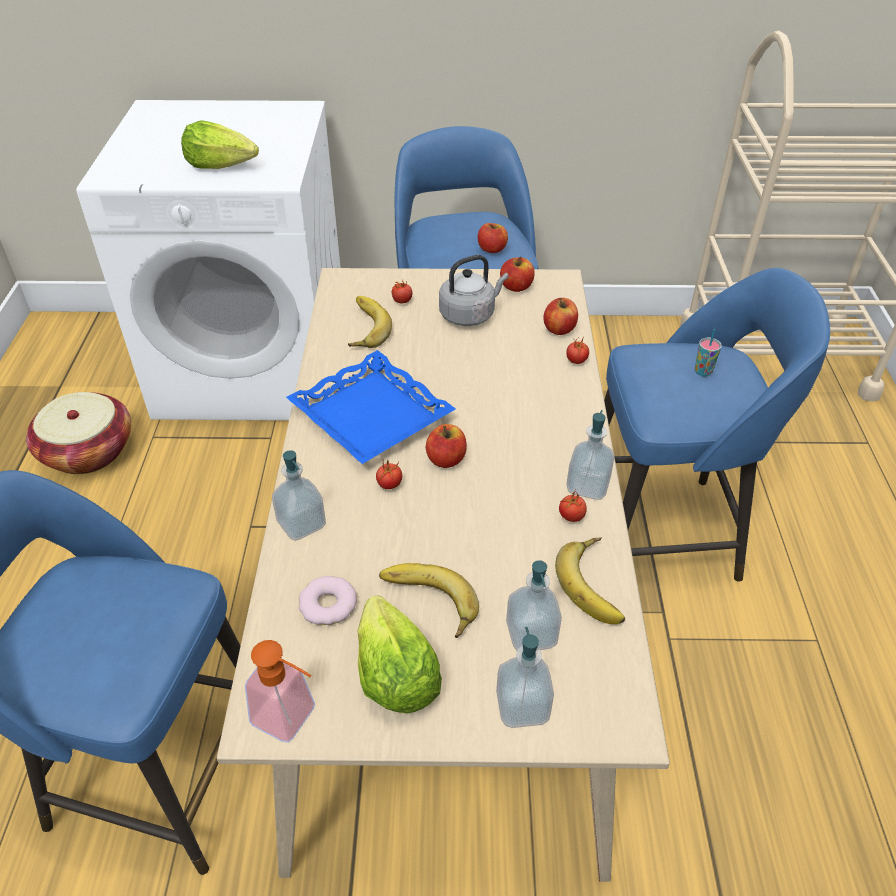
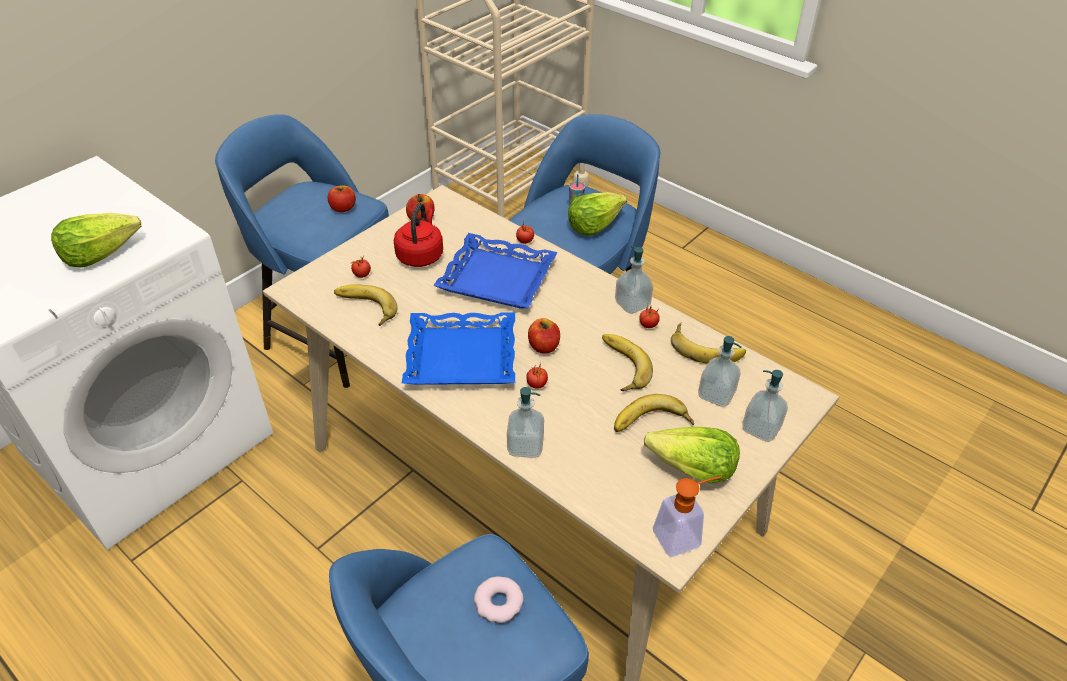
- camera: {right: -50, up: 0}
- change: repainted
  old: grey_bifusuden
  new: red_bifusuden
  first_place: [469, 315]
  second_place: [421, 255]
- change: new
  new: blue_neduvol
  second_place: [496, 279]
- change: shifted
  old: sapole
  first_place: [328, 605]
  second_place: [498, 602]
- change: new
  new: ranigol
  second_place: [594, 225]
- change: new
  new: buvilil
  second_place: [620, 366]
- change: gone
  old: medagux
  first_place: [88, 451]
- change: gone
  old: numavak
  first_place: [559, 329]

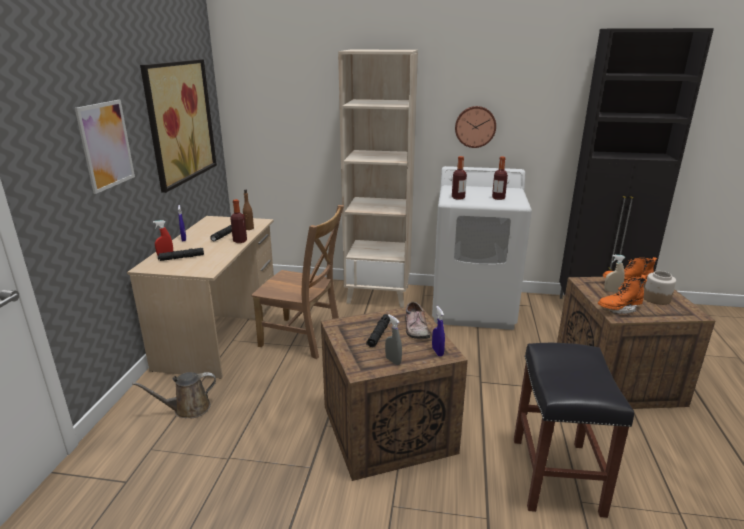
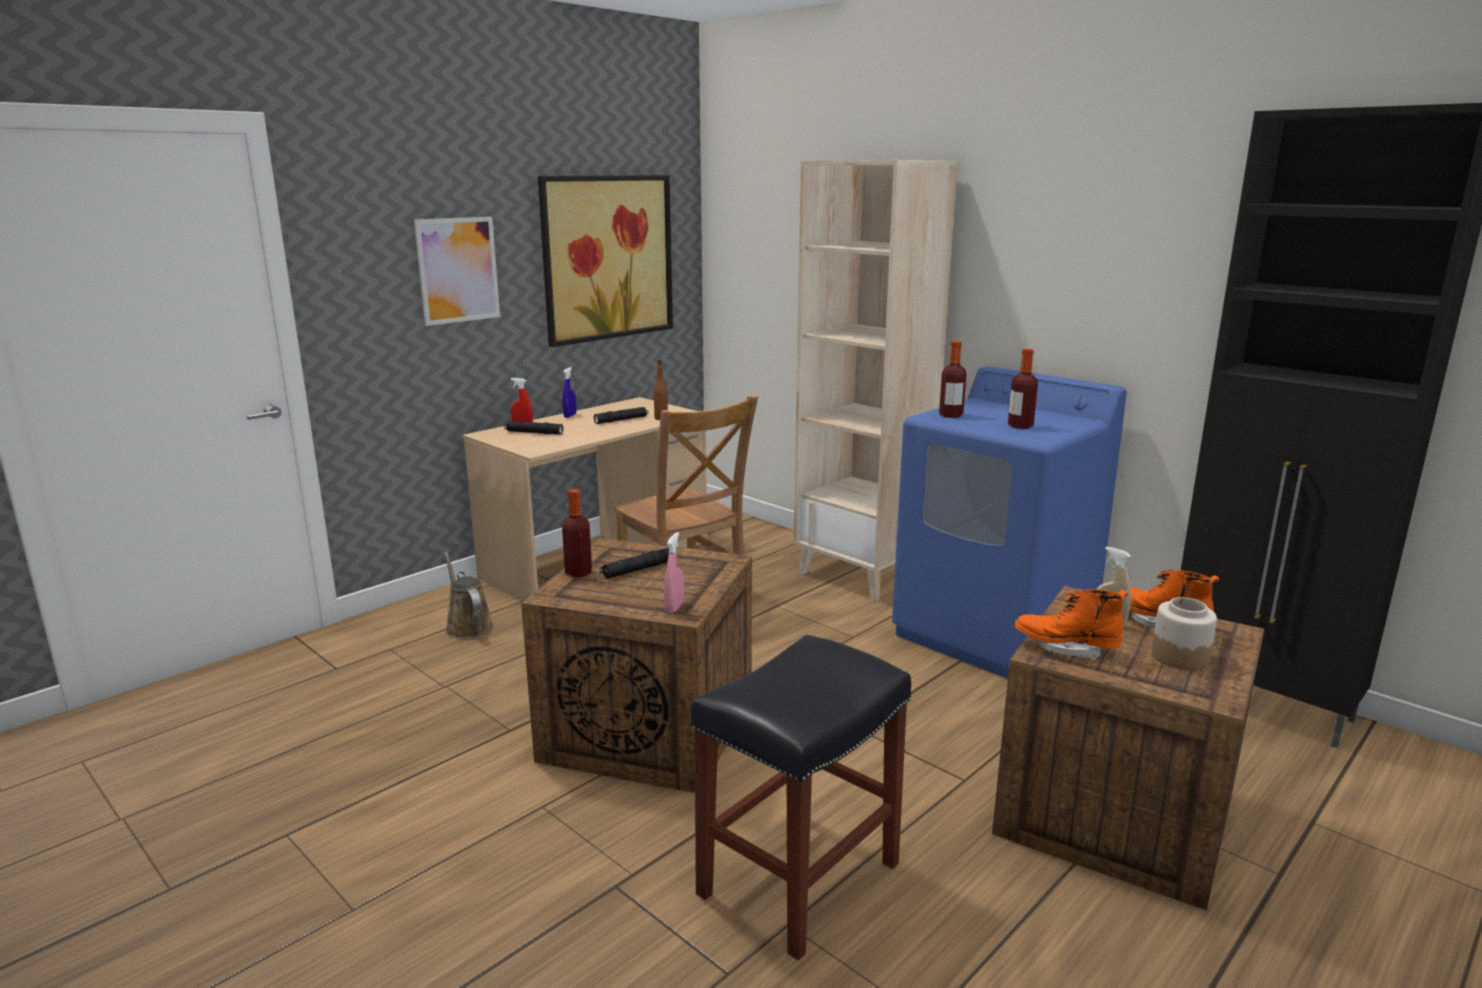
- camera: {right: 35, up: -5}
- change: rotated
  old: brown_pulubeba
  first_place: [188, 409]
  second_place: [467, 626]
  degrees: 45
- change: shifted
  old: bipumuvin
  first_place: [240, 241]
  second_place: [578, 572]
- change: repainted
  old: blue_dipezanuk
  new: pink_dipezanuk
  first_place: [437, 352]
  second_place: [674, 607]
- change: repainted
  old: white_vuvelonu
  new: blue_vuvelonu
  first_place: [473, 307]
  second_place: [994, 633]
- change: gone
  old: grey_dipezanuk
  first_place: [393, 361]
- change: gone
  old: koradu
  first_place: [415, 328]
- change: gone
  old: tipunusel
  first_place: [475, 126]

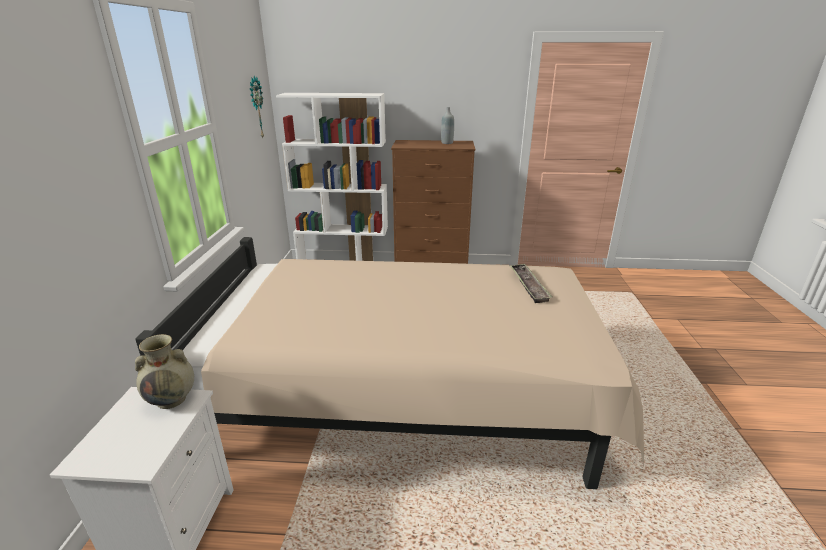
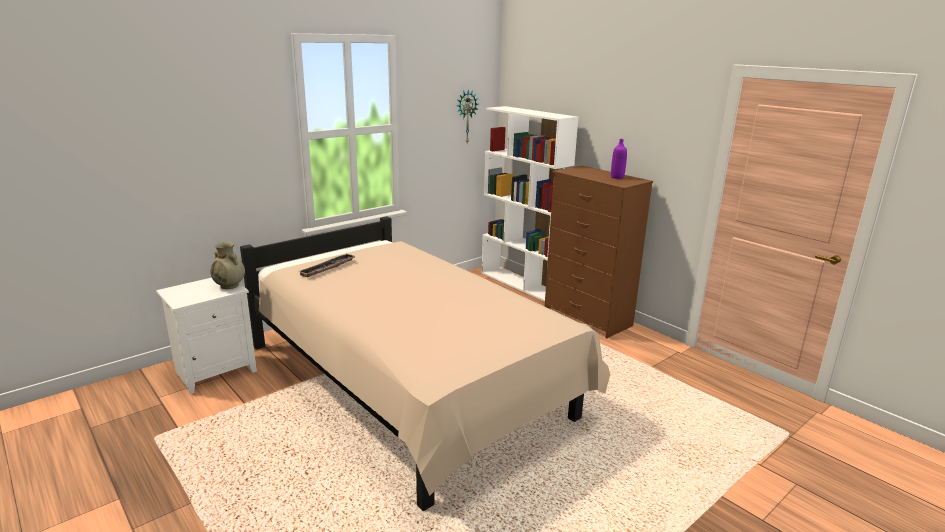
- camera: {right: 45, up: -5}
- change: shifted
  old: neduvol
  first_place: [528, 286]
  second_place: [328, 268]
- change: repainted
  old: grey_bipumuvin
  new: purple_bipumuvin
  first_place: [447, 143]
  second_place: [617, 177]

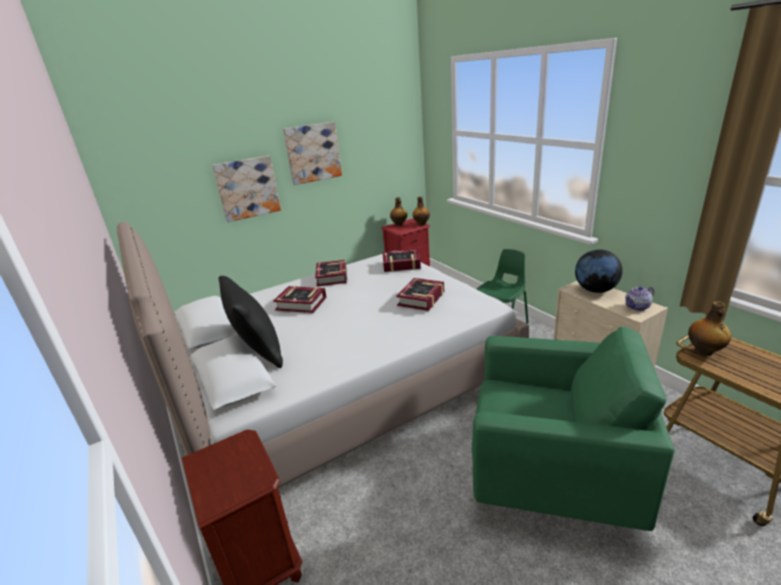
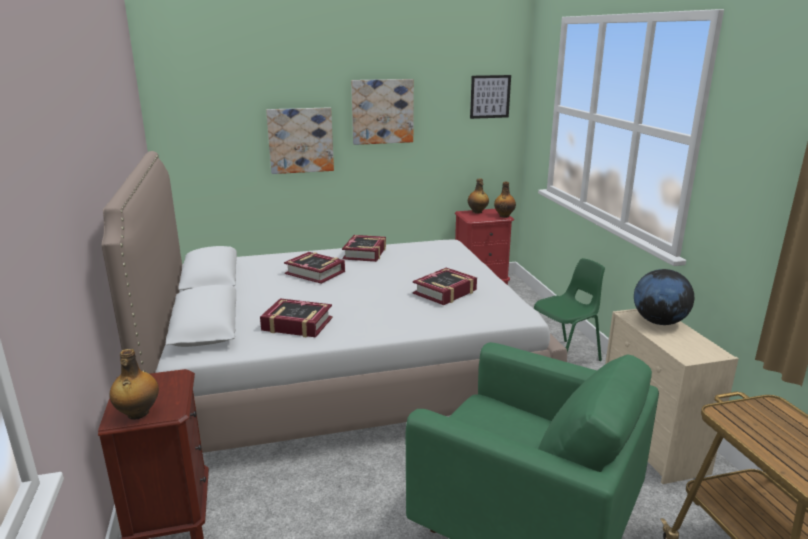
- camera: {right: 15, up: -5}
- change: shifted
  old: bipumuvin
  first_place: [704, 351]
  second_place: [138, 414]
- change: shifted
  old: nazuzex
  first_place: [401, 265]
  second_place: [297, 324]
- change: new
  new: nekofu
  second_place: [490, 96]
- change: gone
  old: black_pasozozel
  first_place: [258, 353]
- change: gone
  old: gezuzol
  first_place: [637, 307]

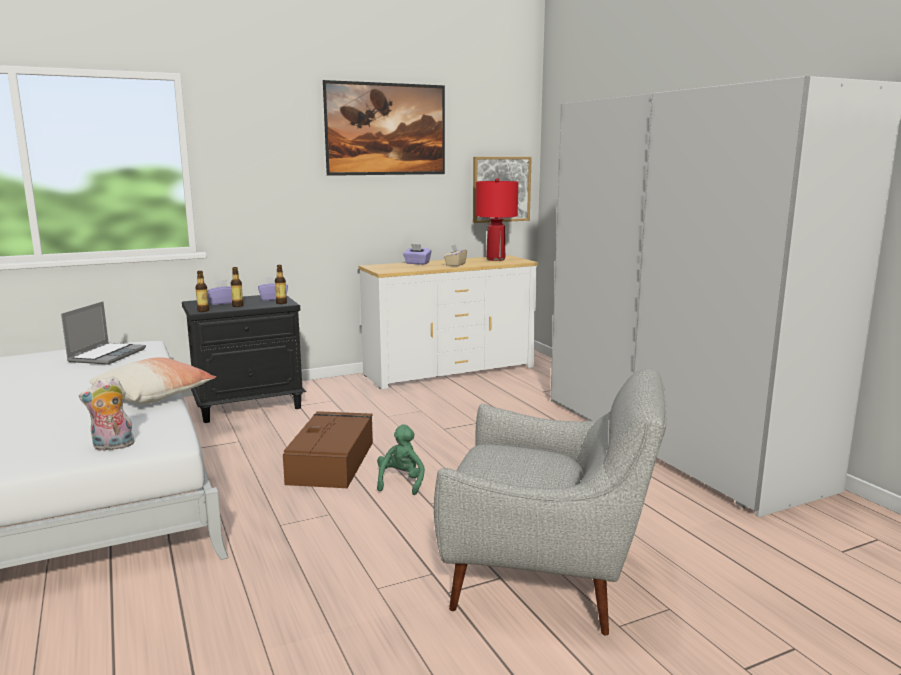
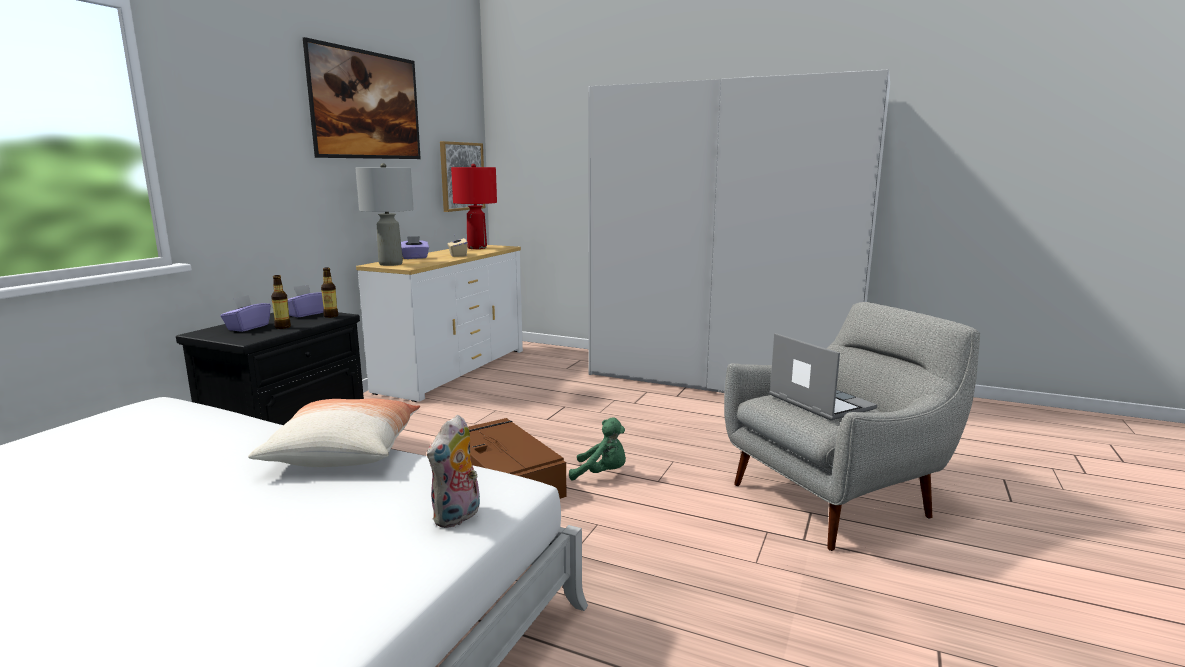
- camera: {right: -40, up: 0}
- change: new
  new: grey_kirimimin
  second_place: [390, 264]
- change: rotated
  old: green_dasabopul
  first_place: [401, 482]
  second_place: [602, 474]
  degrees: 135
- change: shifted
  old: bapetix
  first_place: [107, 355]
  second_place: [818, 402]
- change: gone
  old: bipumuvin
  first_place: [203, 311]

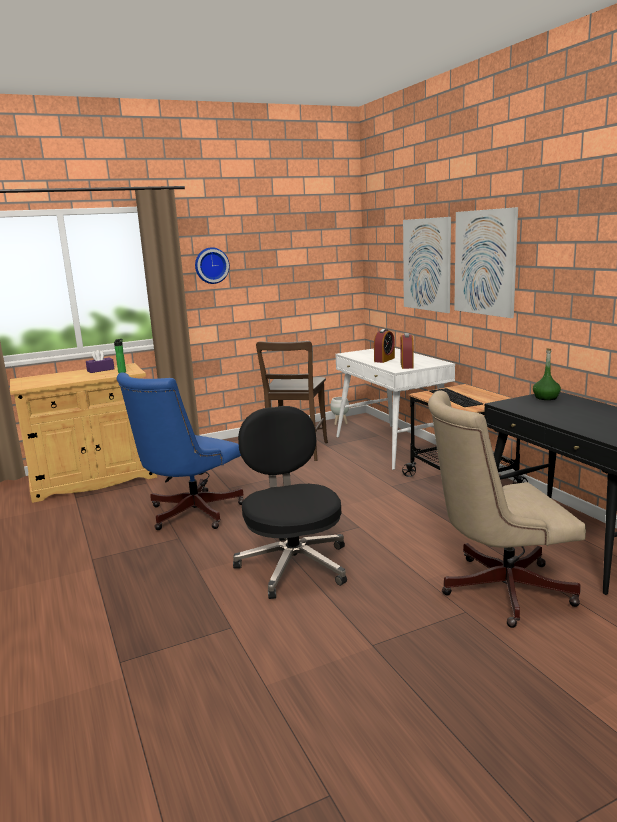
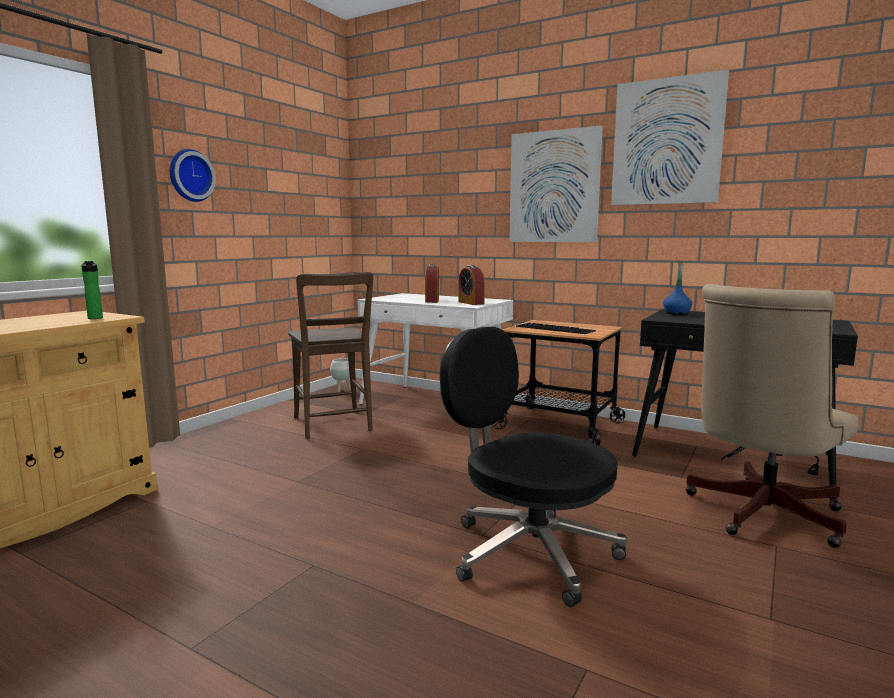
- camera: {right: -35, up: -5}
- change: shifted
  old: nekofu
  first_place: [426, 264]
  second_place: [666, 142]
- change: repainted
  old: green_bipumuvin
  new: blue_bipumuvin
  first_place: [546, 397]
  second_place: [676, 313]
- change: gone
  old: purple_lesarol
  first_place: [100, 370]
- change: gone
  old: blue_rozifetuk
  first_place: [189, 514]

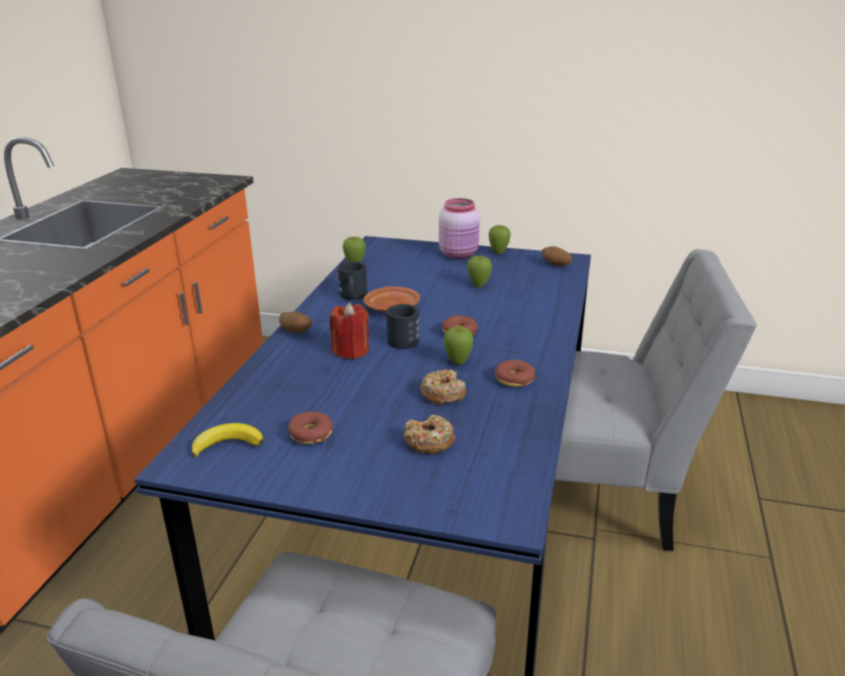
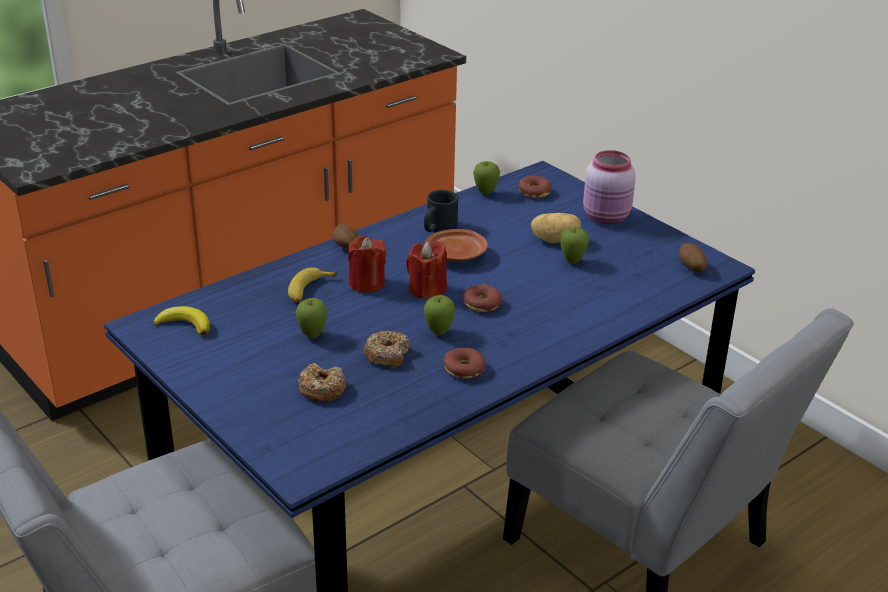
- camera: {right: 35, up: 5}
- change: new
  new: buvilil
  second_place: [309, 291]
- change: shifted
  old: numavak
  first_place: [498, 253]
  second_place: [312, 336]
- change: swapped
  old: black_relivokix
  new: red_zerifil
  first_place: [405, 338]
  second_place: [427, 290]
- change: shifted
  old: sapole
  first_place: [311, 434]
  second_place: [534, 192]
- change: new
  new: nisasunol
  second_place: [555, 240]

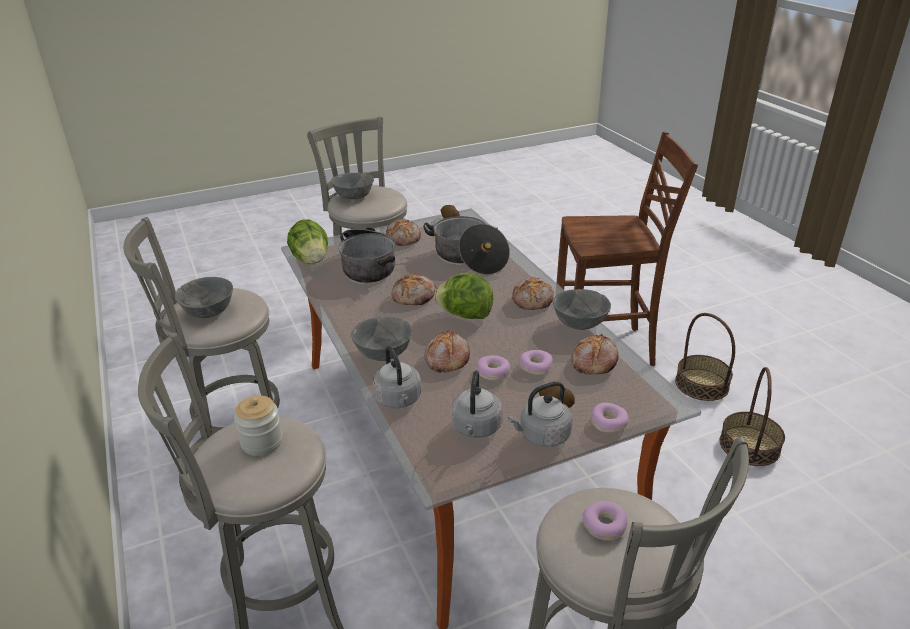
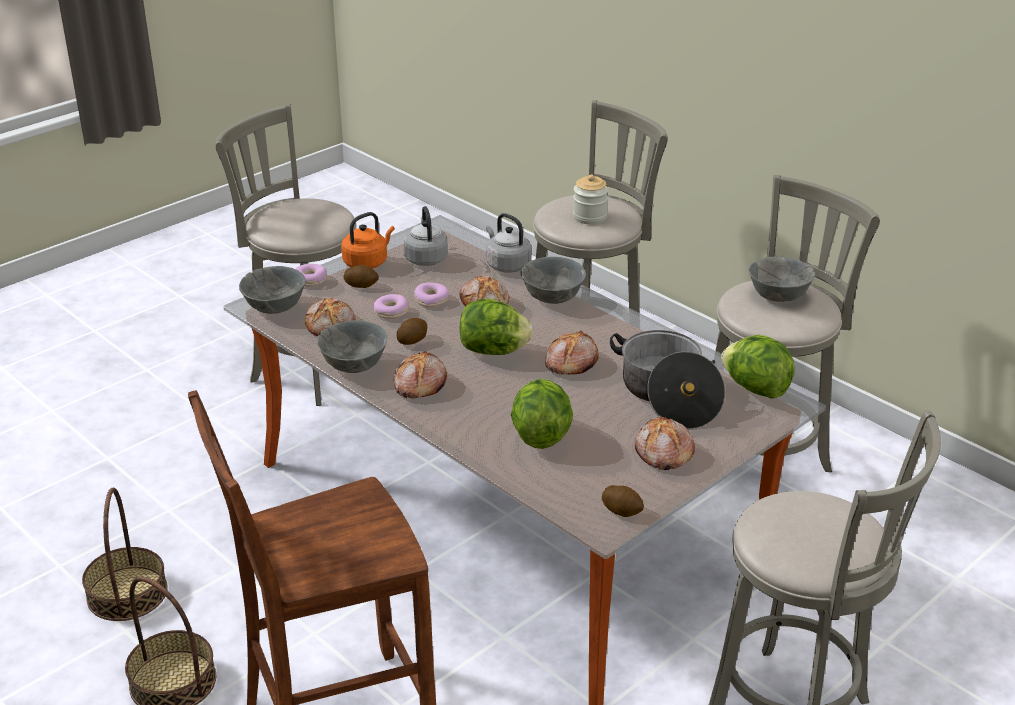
- camera: {right: 160, up: 0}
- change: shifted
  old: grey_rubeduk
  first_place: [354, 197]
  second_place: [274, 307]
- change: repainted
  old: grey_bifusuden
  new: orange_bifusuden
  first_place: [542, 436]
  second_place: [367, 262]
- change: new
  new: nisasunol
  second_place: [412, 340]
- change: swapped
  old: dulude
  new: ranigol
  first_place: [468, 258]
  second_place: [540, 435]
- change: gone
  old: sapole
  first_place: [604, 526]

